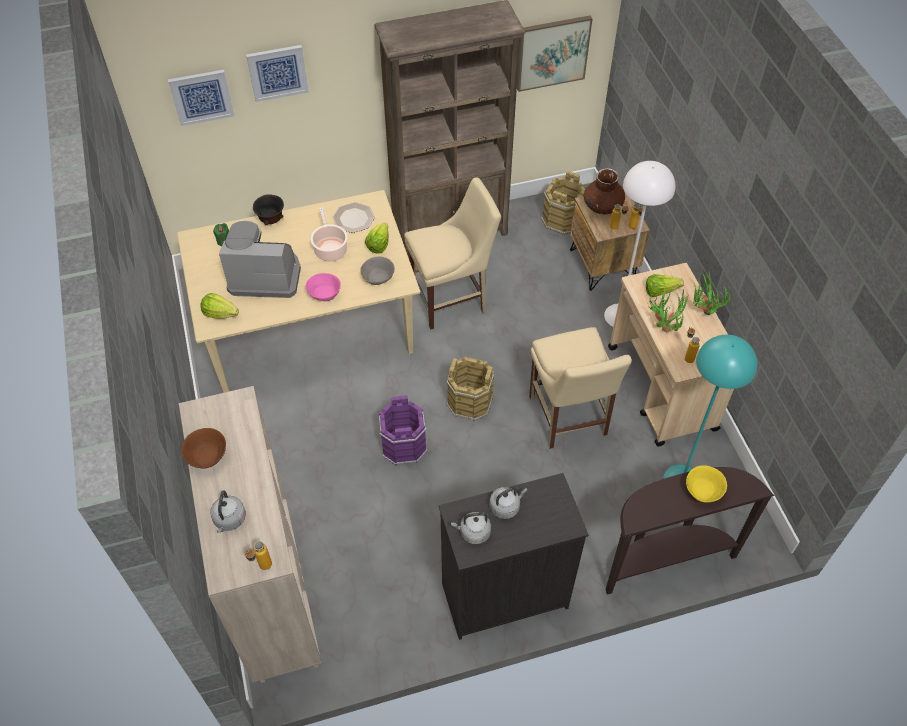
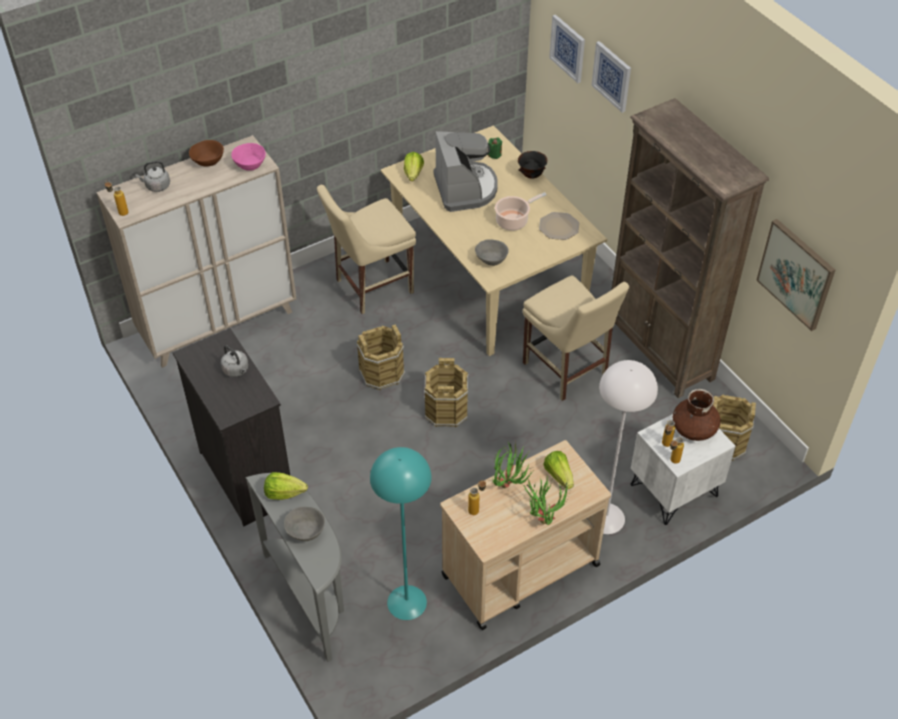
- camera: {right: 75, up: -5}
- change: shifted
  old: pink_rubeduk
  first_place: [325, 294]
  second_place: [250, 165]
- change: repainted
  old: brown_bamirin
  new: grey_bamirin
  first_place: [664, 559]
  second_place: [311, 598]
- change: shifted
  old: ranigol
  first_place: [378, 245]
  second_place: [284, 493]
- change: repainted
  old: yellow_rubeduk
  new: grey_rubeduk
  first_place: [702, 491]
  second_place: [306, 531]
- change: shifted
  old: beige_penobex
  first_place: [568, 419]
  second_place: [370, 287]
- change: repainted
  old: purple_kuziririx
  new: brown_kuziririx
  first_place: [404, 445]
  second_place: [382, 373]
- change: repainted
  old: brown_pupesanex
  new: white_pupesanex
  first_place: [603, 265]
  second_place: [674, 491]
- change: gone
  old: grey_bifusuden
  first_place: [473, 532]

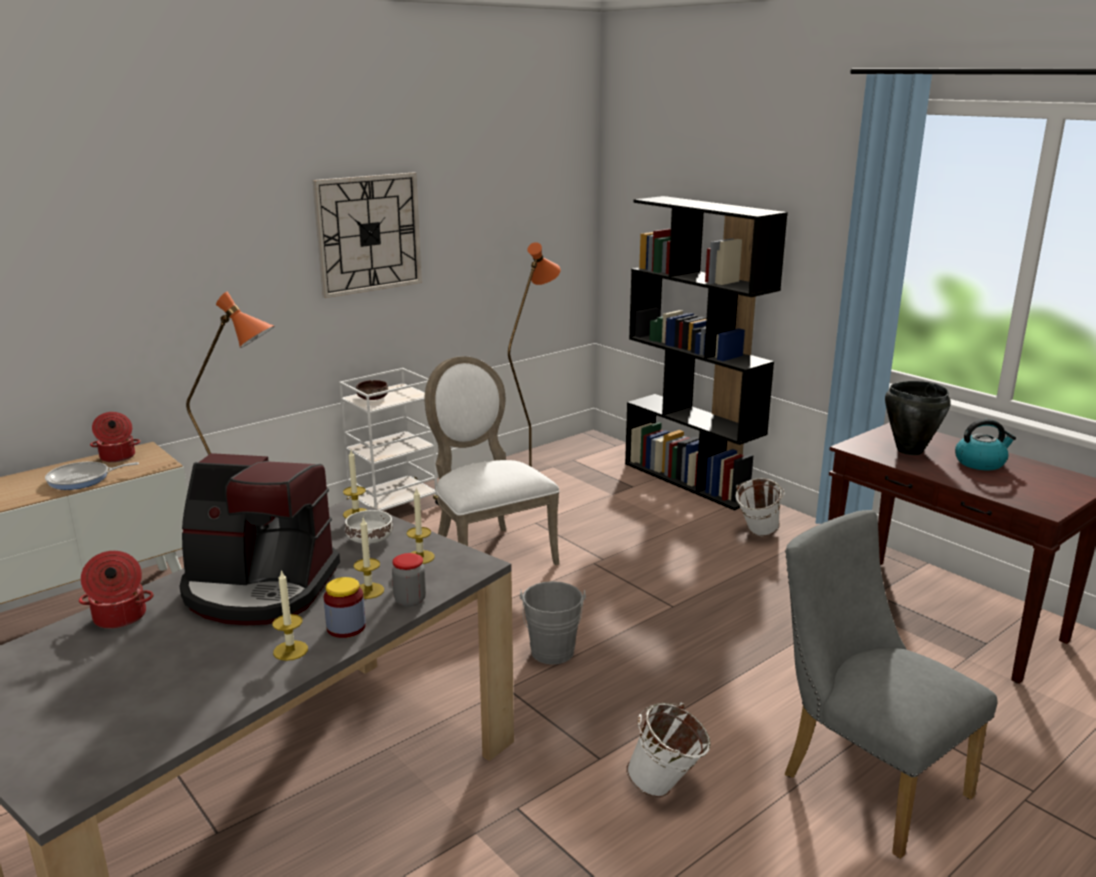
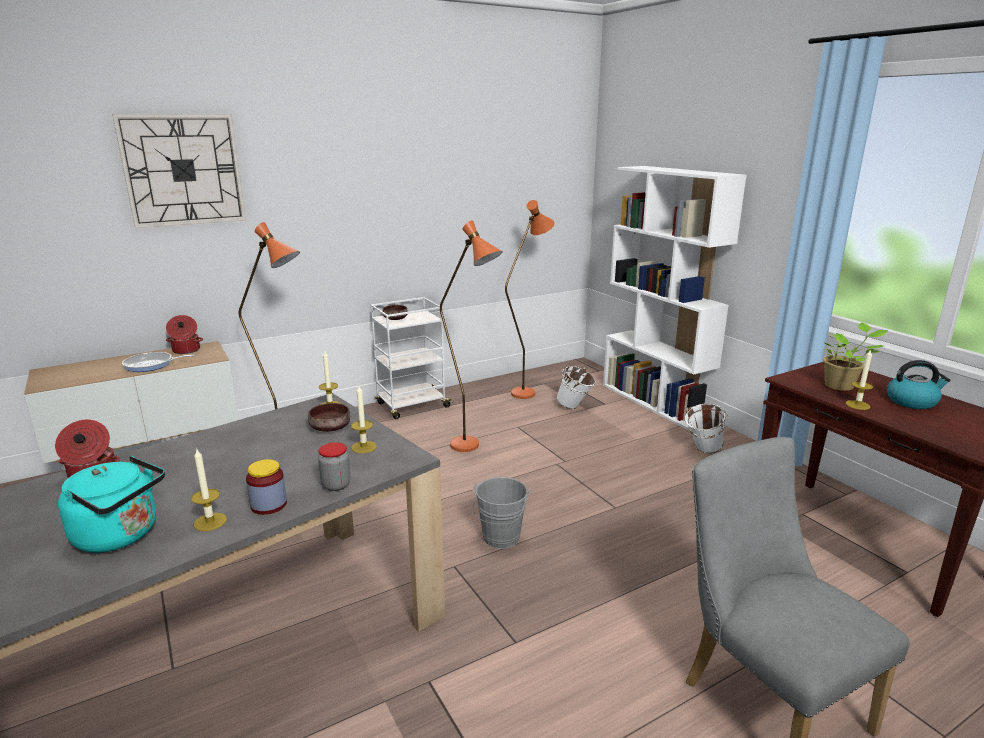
- camera: {right: 10, up: 0}
- change: new
  new: turquoise_bifusuden
  second_place: [121, 535]
- change: shifted
  old: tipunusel
  first_place: [368, 234]
  second_place: [183, 170]
- change: repainted
  old: white_rubeduk
  new: brown_rubeduk
  first_place: [371, 538]
  second_place: [331, 427]
- change: swapped
  old: white_penobex
  new: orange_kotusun
  first_place: [488, 553]
  second_place: [472, 448]
- change: shifted
  old: white_kuziririx
  first_place: [667, 788]
  second_place: [575, 407]
- change: repainted
  old: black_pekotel
  new: white_pekotel
  first_place: [691, 480]
  second_place: [655, 402]
- change: swapped
  old: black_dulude
  new: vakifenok
  first_place: [909, 450]
  second_place: [841, 386]
- change: shifted
  old: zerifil
  first_place: [368, 591]
  second_place: [857, 405]
- change: gone
  old: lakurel
  first_place: [259, 589]

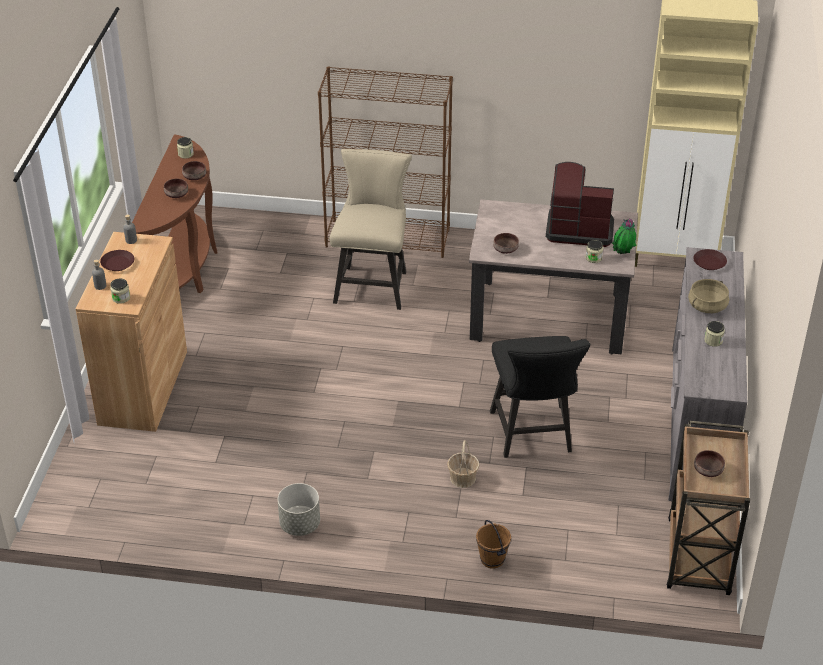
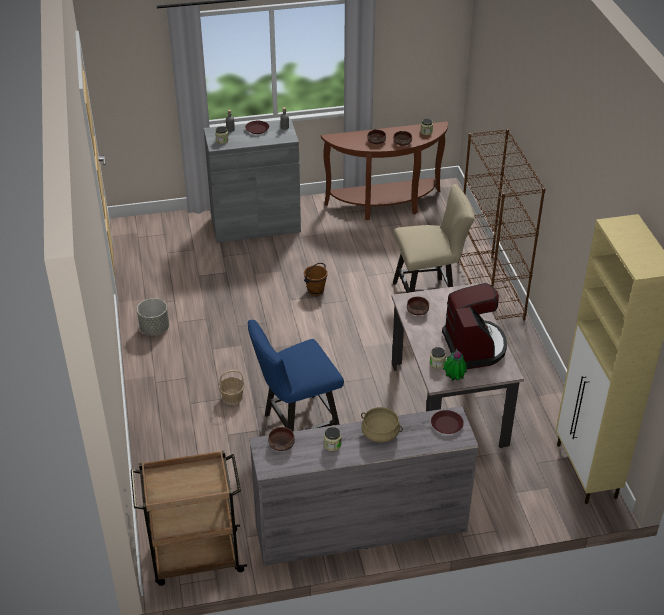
- camera: {right: 70, up: 0}
- change: repainted
  old: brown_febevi
  new: grey_febevi
  first_place: [143, 387]
  second_place: [255, 225]
- change: repainted
  old: black_penobex
  new: blue_penobex
  first_place: [533, 436]
  second_place: [296, 426]
- change: shifted
  old: brown_rubeduk
  first_place: [709, 470]
  second_place: [281, 445]
- change: shifted
  old: brown_kuziririx
  first_place: [492, 559]
  second_place: [316, 291]

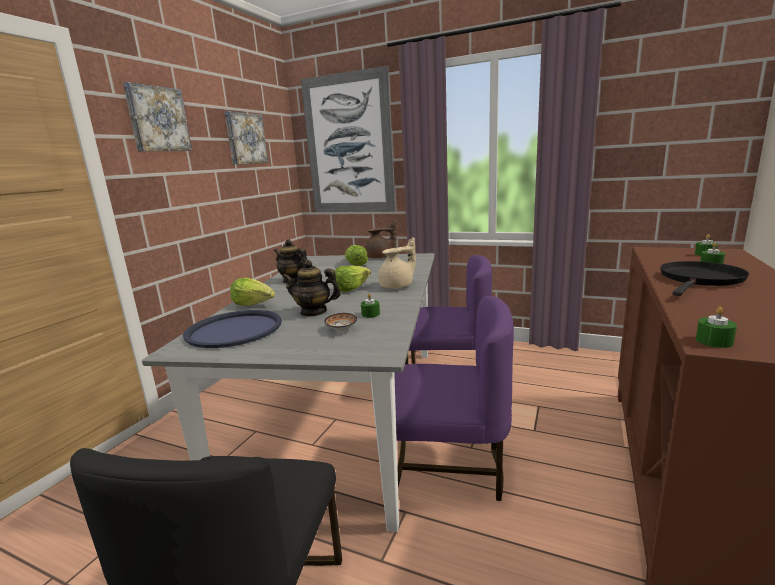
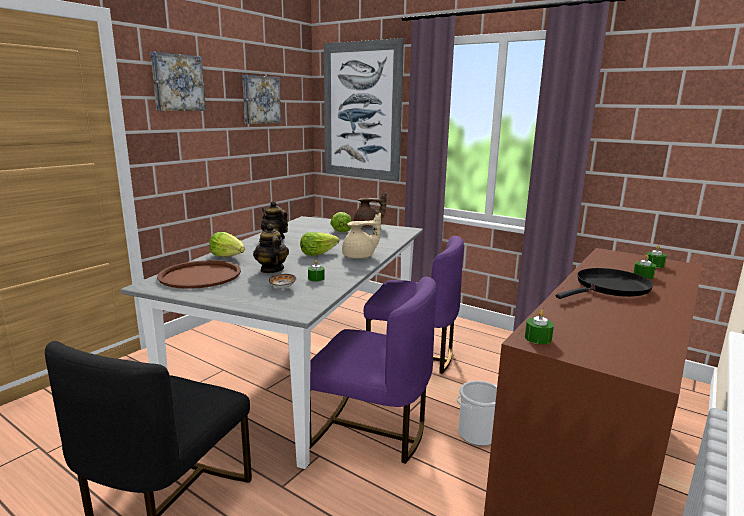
- camera: {right: 10, up: 0}
- change: repainted
  old: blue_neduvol
  new: brown_neduvol
  first_place: [234, 329]
  second_place: [200, 275]
- change: rotated
  old: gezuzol
  first_place: [313, 312]
  second_place: [271, 270]
  degrees: 45
- change: new
  new: kuziririx
  second_place: [478, 434]

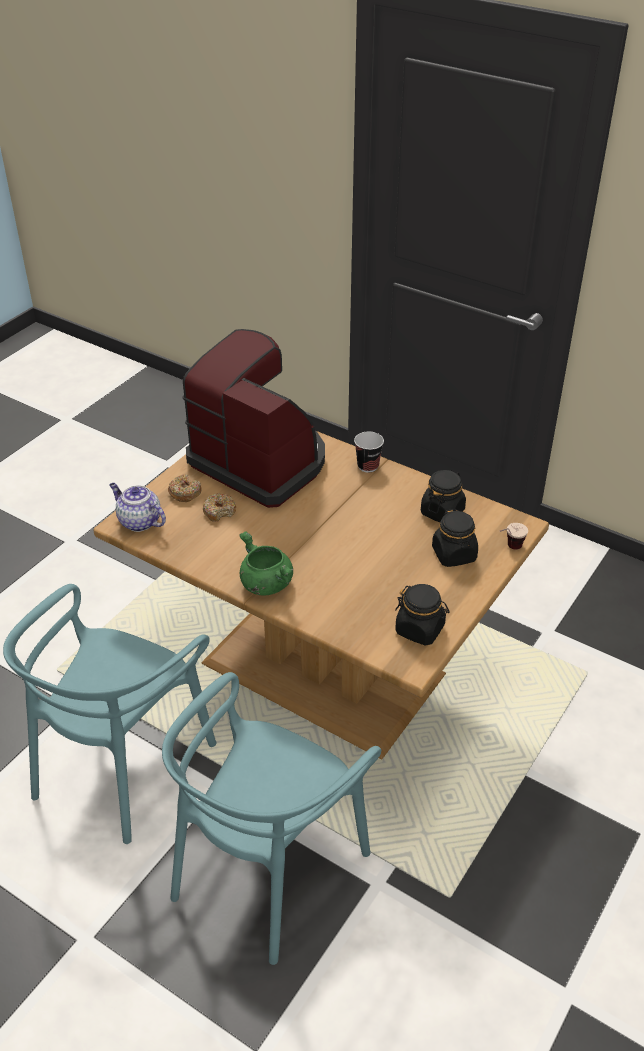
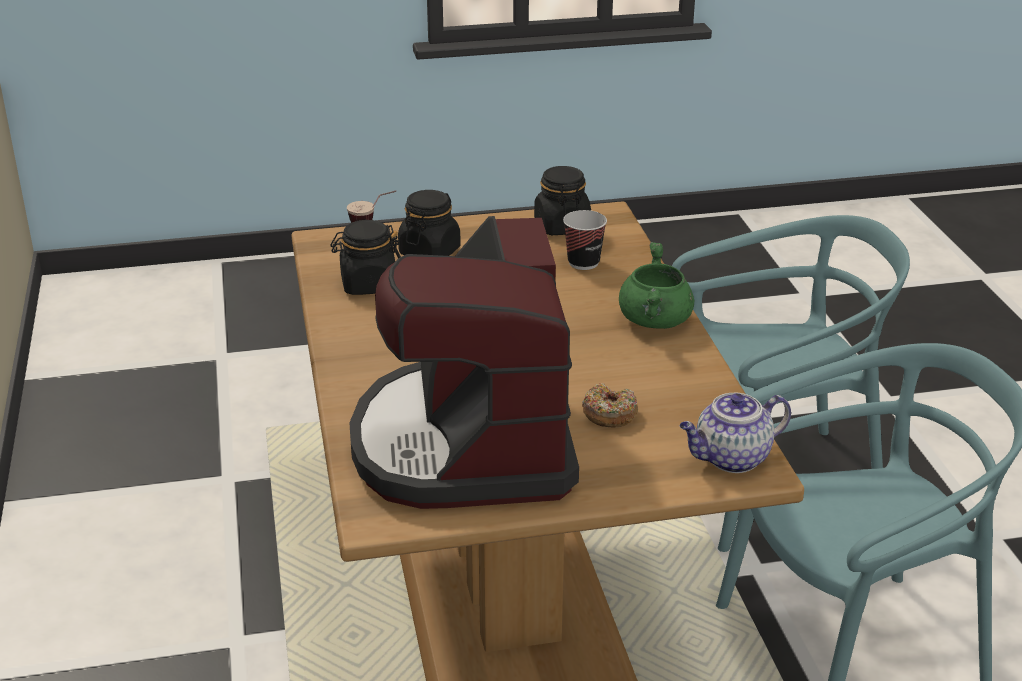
- camera: {right: -135, up: -10}
- change: shifted
  old: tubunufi
  first_place: [368, 466]
  second_place: [583, 263]
- change: rotated
  old: gezuzol
  first_place: [138, 521]
  second_place: [731, 459]
  degrees: 75
- change: gone
  old: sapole
  first_place: [185, 493]

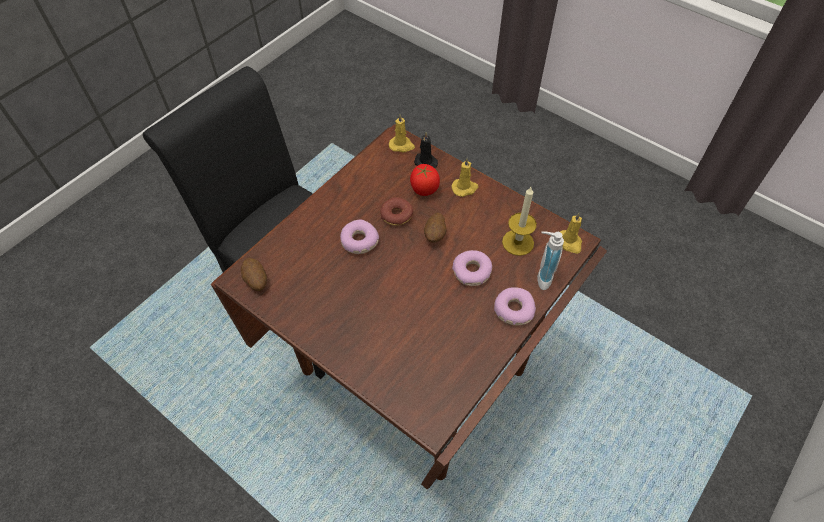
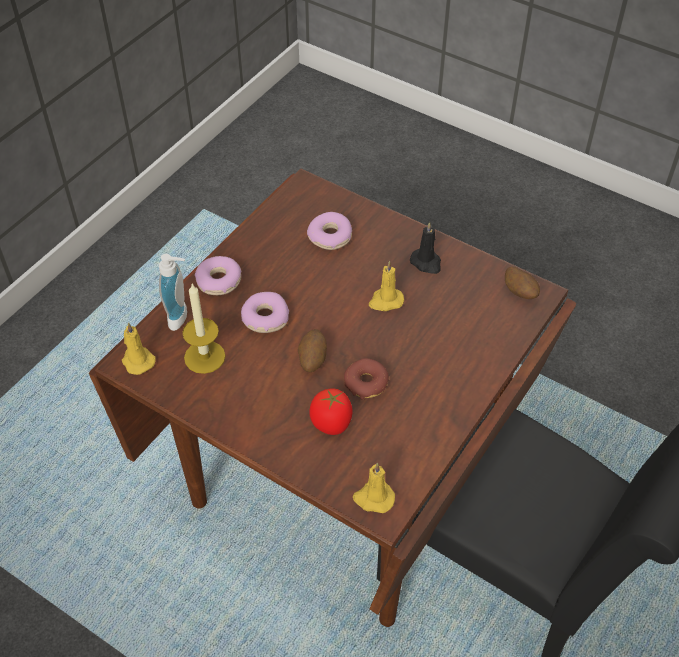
- camera: {right: 175, up: -5}
- change: shifted
  old: sapole
  first_place: [359, 241]
  second_place: [330, 237]
- change: shifted
  old: yellow_zerifil
  first_place: [465, 188]
  second_place: [385, 301]
- change: shifted
  old: black_zerifil
  first_place: [424, 162]
  second_place: [426, 263]

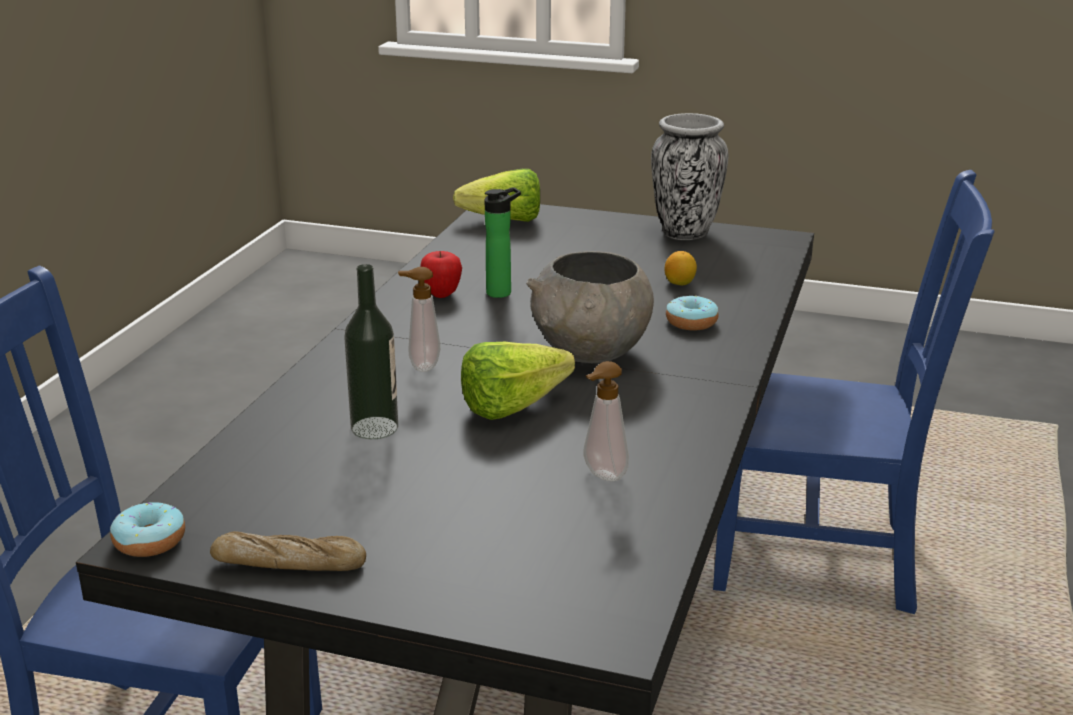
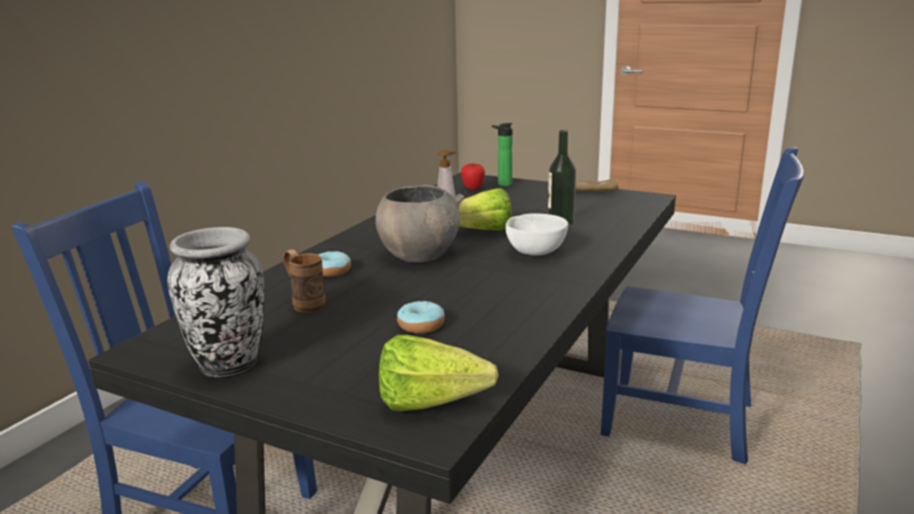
- camera: {right: -170, up: -5}
- change: swapped
  old: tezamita
  new: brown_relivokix
  first_place: [680, 283]
  second_place: [304, 303]
- change: shifted
  old: sapole
  first_place: [149, 541]
  second_place: [421, 325]
- change: shifted
  old: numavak
  first_place: [442, 294]
  second_place: [473, 189]
- change: shifted
  old: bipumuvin
  first_place: [502, 292]
  second_place: [502, 185]
- change: swapped
  old: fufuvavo
  new: white_rubeduk
  first_place: [421, 366]
  second_place: [535, 252]

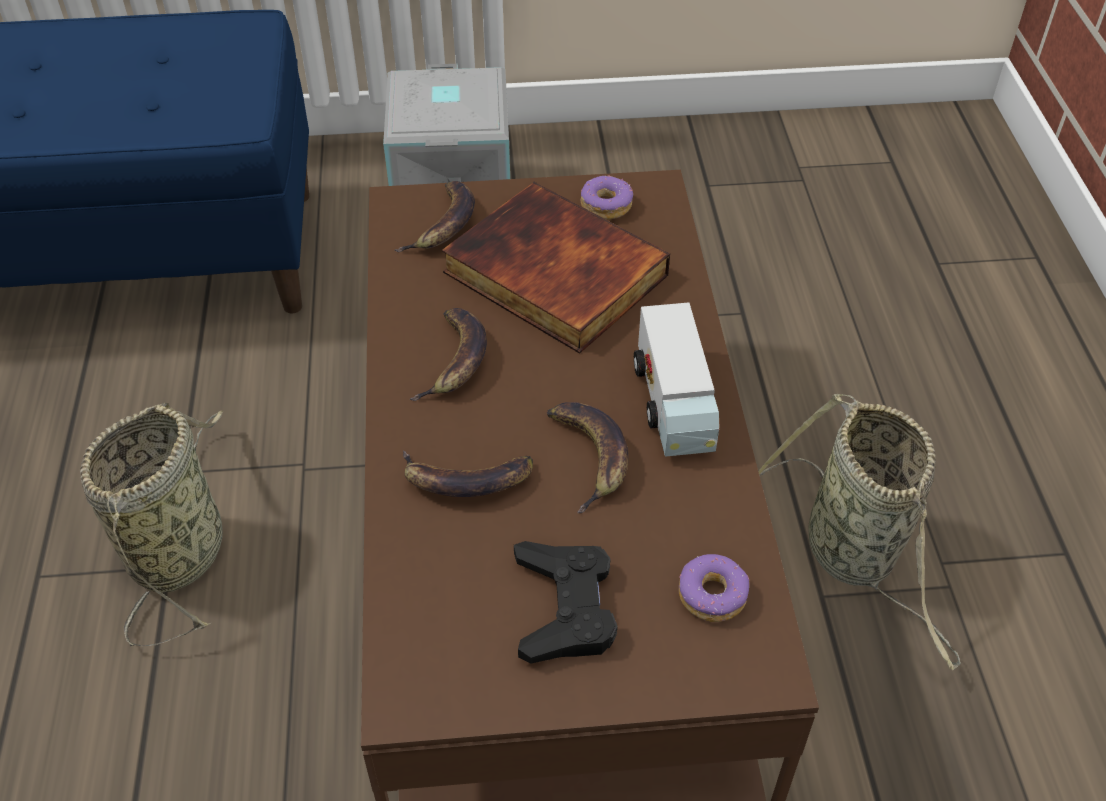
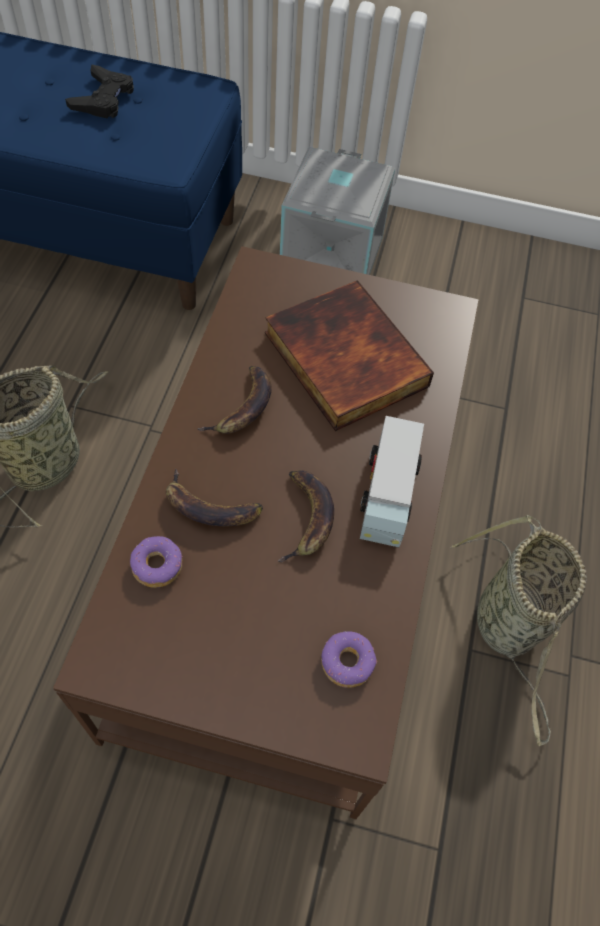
- camera: {right: 15, up: 10}
- change: shifted
  old: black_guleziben
  first_place: [564, 607]
  second_place: [103, 99]
- change: shifted
  old: sapole
  first_place: [605, 205]
  second_place: [157, 565]
- change: gone
  old: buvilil
  first_place: [444, 225]

